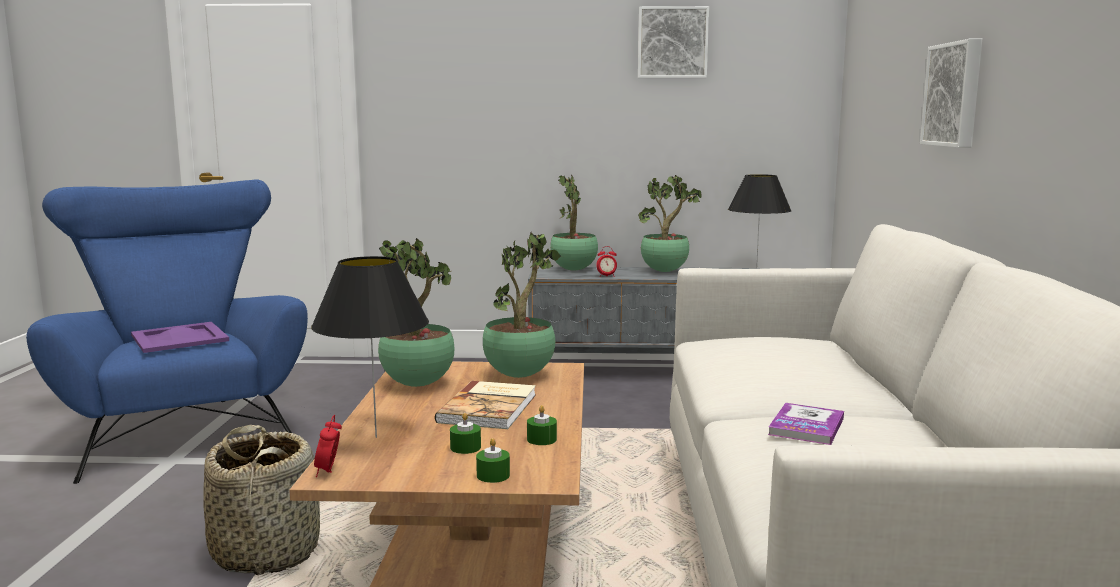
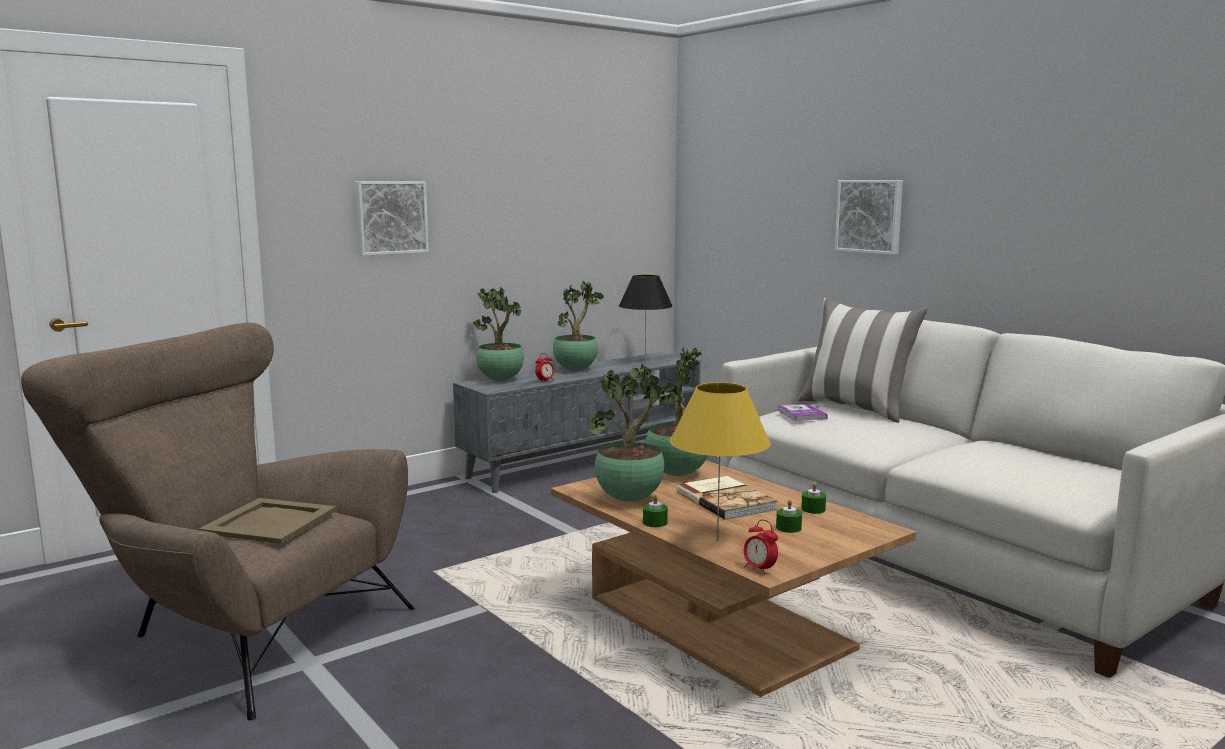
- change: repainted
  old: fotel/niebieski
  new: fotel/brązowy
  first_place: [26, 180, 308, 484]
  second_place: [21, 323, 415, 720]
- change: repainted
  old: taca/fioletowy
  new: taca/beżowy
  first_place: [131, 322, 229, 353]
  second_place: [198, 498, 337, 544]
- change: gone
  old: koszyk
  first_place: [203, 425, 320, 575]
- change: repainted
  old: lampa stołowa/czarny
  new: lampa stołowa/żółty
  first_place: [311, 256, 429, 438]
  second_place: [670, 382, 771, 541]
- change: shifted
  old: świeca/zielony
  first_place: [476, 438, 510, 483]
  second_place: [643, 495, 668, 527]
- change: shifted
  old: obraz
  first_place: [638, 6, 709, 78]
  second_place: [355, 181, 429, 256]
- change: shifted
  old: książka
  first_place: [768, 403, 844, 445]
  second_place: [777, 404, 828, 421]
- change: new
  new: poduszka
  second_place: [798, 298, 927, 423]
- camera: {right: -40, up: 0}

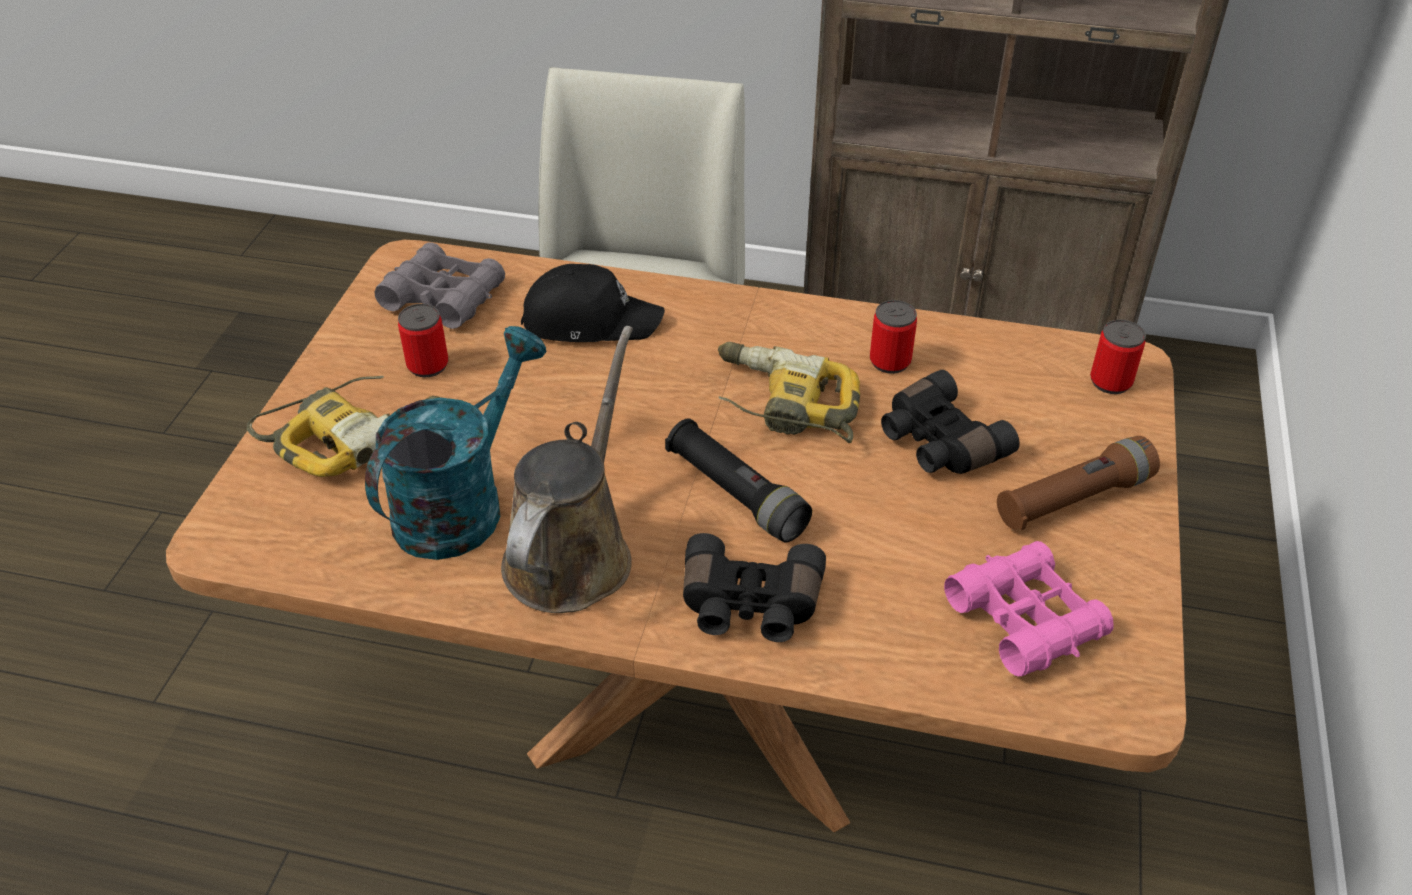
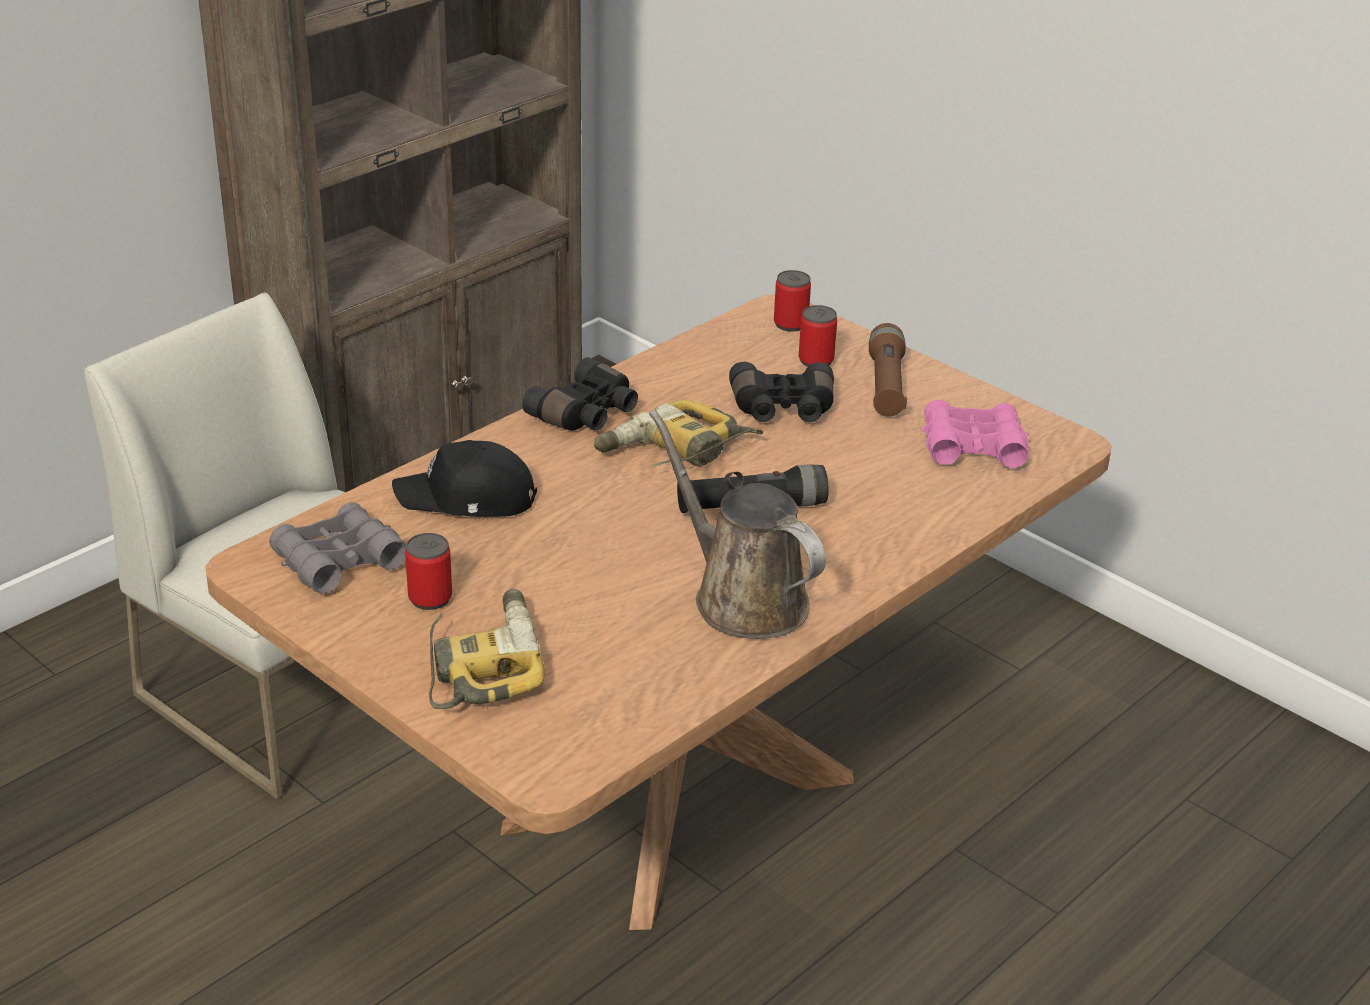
- change: gone
  old: konewka/turkusowy
  first_place: [365, 326, 547, 560]
- change: rotated
  old: czapka z daszkiem/czarny
  first_place: [521, 264, 665, 342]
  second_place: [392, 440, 537, 517]
  degrees: -120
- change: shifted
  old: lornetka/czarny
  first_place: [683, 533, 826, 642]
  second_place: [522, 357, 638, 431]
- change: shifted
  old: puszka
  first_place: [870, 300, 917, 374]
  second_place: [799, 305, 837, 367]
- camera: {right: -60, up: -10}

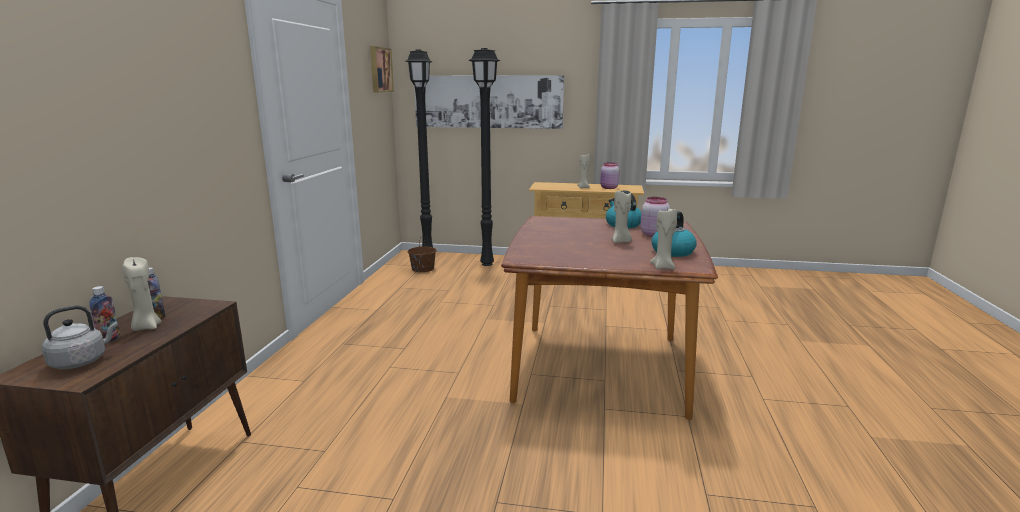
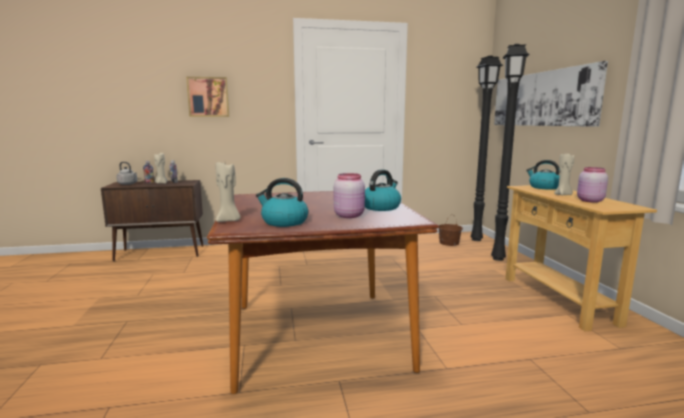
- change: shifted
  old: obraz
  first_place: [370, 46, 394, 92]
  second_place: [186, 77, 229, 117]
- change: gone
  old: świeca/beżowy
  first_place: [612, 189, 632, 243]
- change: new
  new: czajnik
  second_place: [526, 160, 560, 190]
- camera: {right: 70, up: -5}

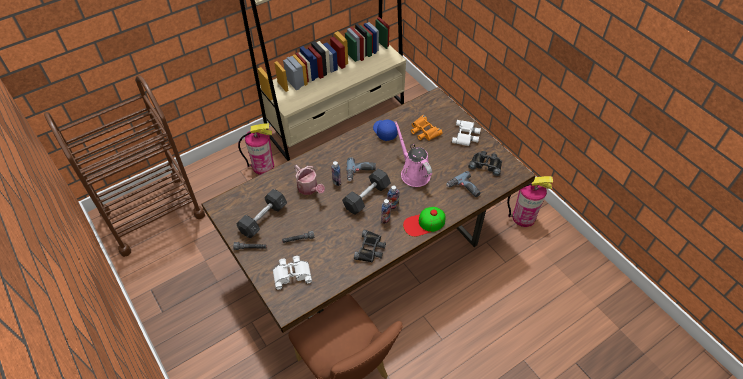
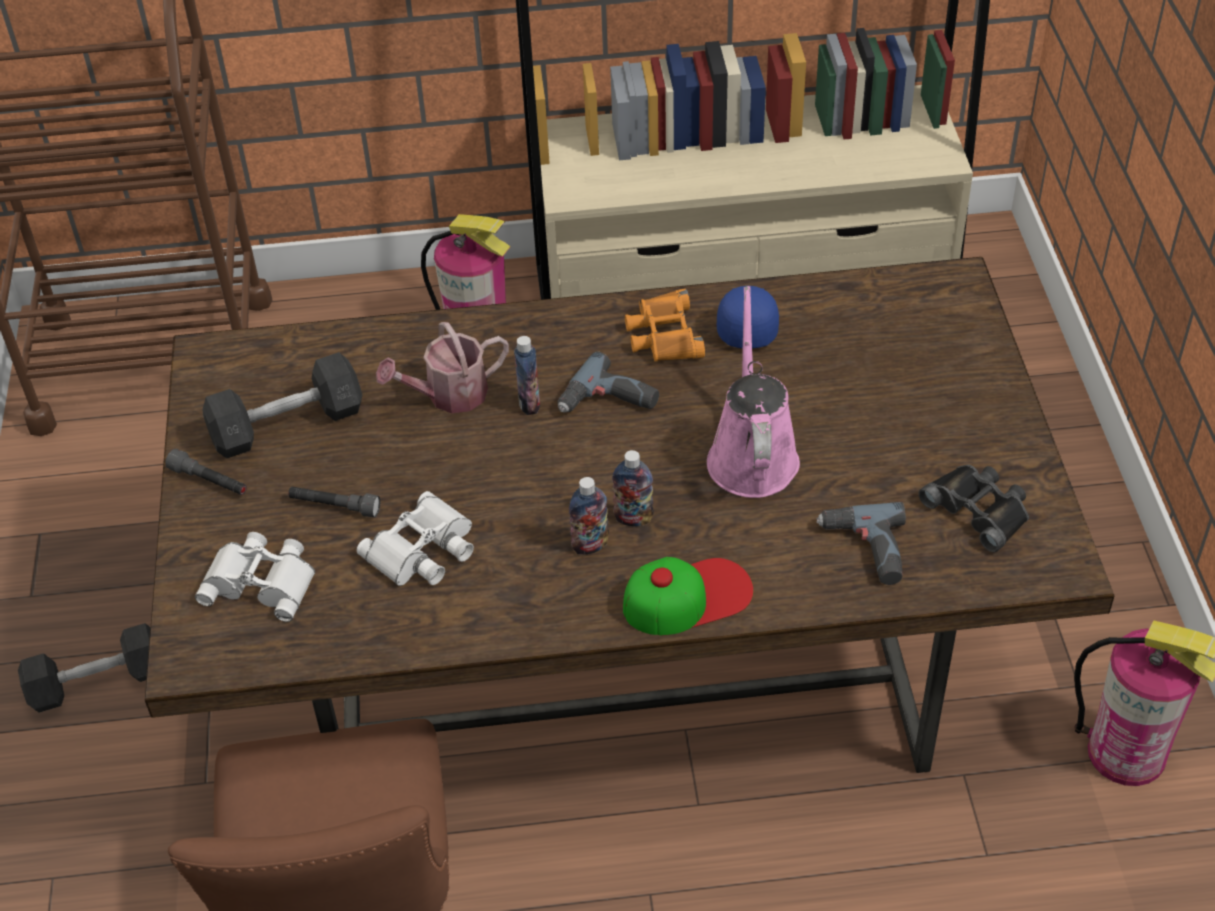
- change: rotated
  old: konewka
  first_place: [294, 165, 325, 195]
  second_place: [376, 322, 509, 413]
  degrees: 75
- change: shifted
  old: hantel/szary
  first_place: [342, 168, 391, 214]
  second_place: [18, 623, 150, 713]
- change: gone
  old: lornetka/czarny
  first_place: [354, 229, 386, 263]
- change: rotated
  old: czapka z daszkiem
  first_place: [403, 207, 445, 237]
  second_place: [623, 557, 754, 635]
  degrees: 150
- change: shifted
  old: lornetka/pomarańczowy
  first_place: [411, 115, 443, 141]
  second_place: [625, 289, 705, 361]
- change: shifted
  old: lornetka/biały
  first_place: [452, 120, 481, 146]
  second_place: [356, 491, 474, 586]
- camera: {right: 30, up: -5}

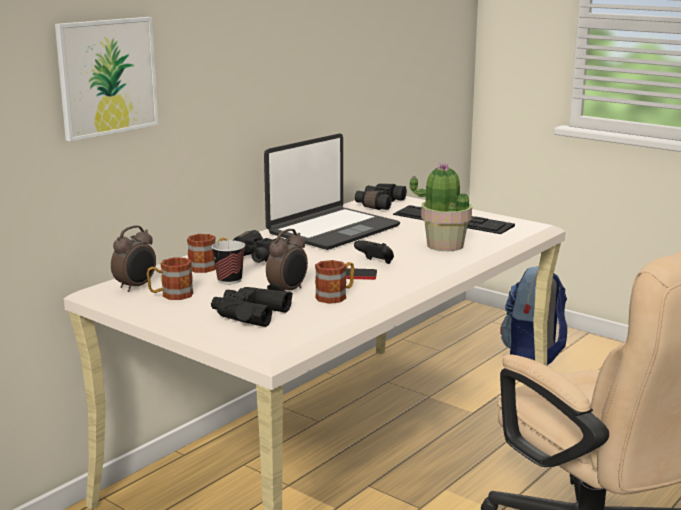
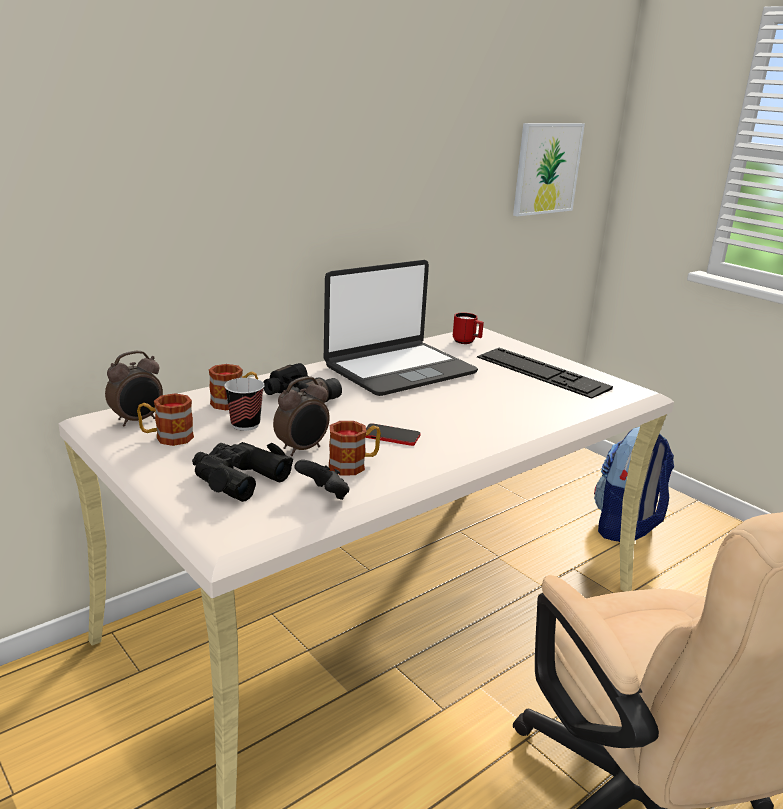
- change: shifted
  old: obraz
  first_place: [55, 17, 159, 141]
  second_place: [513, 123, 585, 216]
- change: shifted
  old: pad do gier/czarny
  first_place: [354, 240, 394, 264]
  second_place: [295, 460, 350, 500]
- change: swapped
  old: lornetka/czarny
  new: kubek/czerwony
  first_place: [355, 183, 407, 210]
  second_place: [453, 312, 484, 344]
- change: gone
  old: roślina doniczkowa
  first_place: [410, 163, 472, 251]
- camera: {right: 10, up: 5}

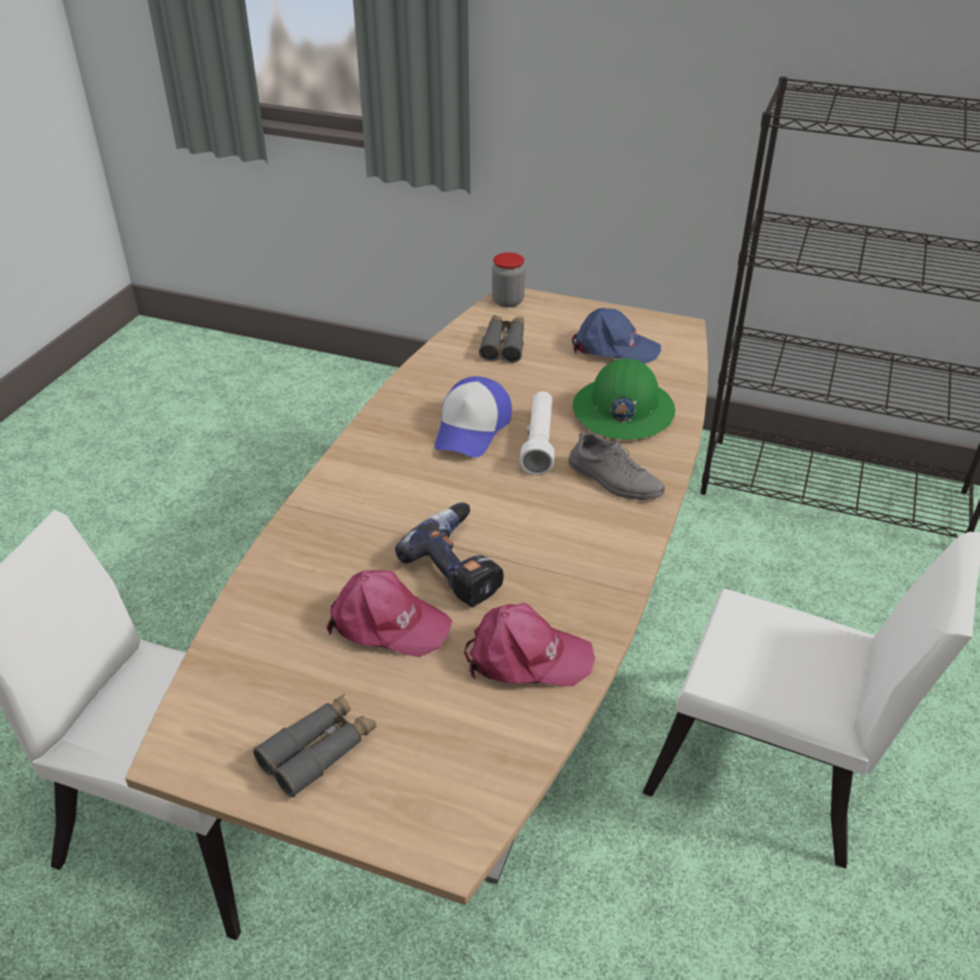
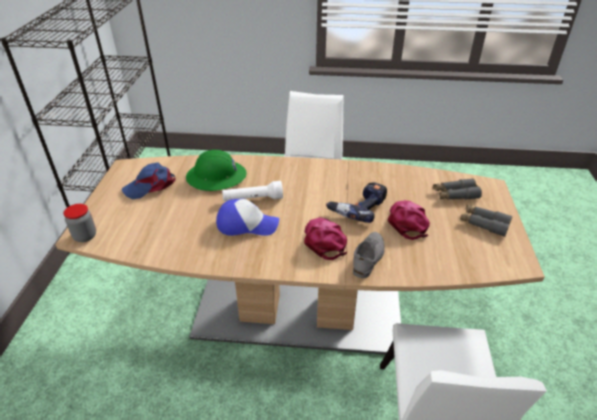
- change: shifted
  old: czapka z daszkiem/różowy
  first_place: [464, 603, 595, 686]
  second_place: [304, 217, 347, 260]
- change: shifted
  old: lornetka/szary
  first_place: [479, 315, 524, 363]
  second_place: [433, 178, 482, 200]
- change: shifted
  old: but/szary
  first_place: [568, 430, 665, 500]
  second_place: [353, 232, 385, 278]
- change: rotated
  old: czapka z daszkiem/niebieski
  first_place: [572, 308, 661, 364]
  second_place: [122, 163, 176, 199]
  degrees: -120
- camera: {right: -105, up: 0}

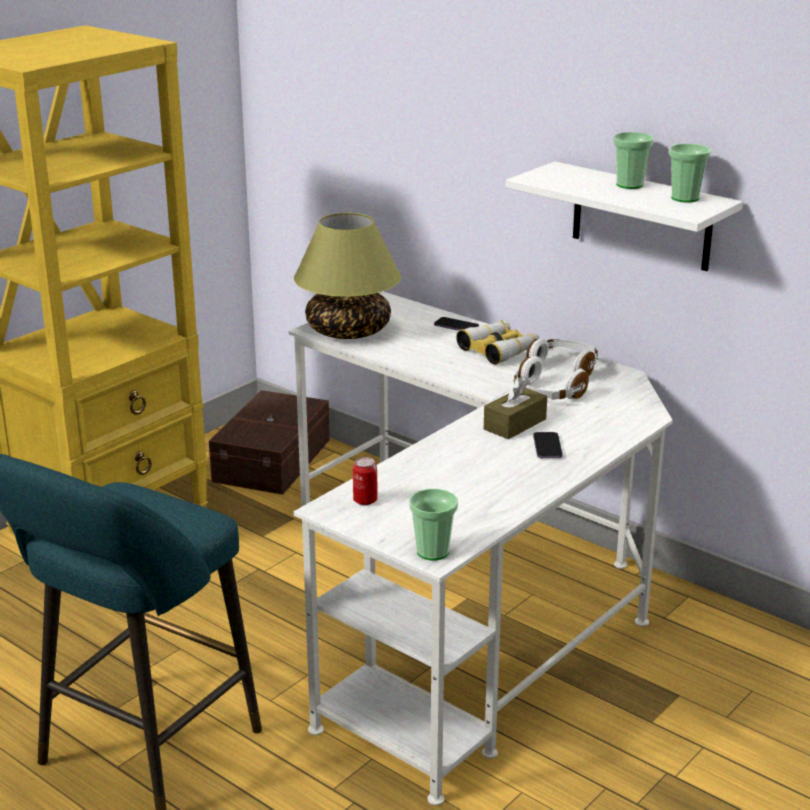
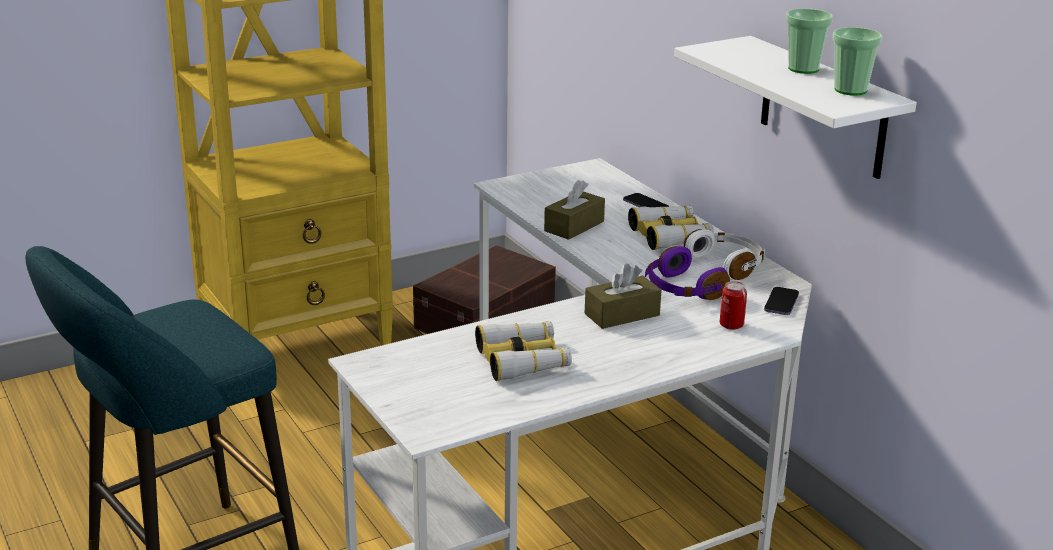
- change: gone
  old: lampa stołowa
  first_place: [294, 213, 401, 339]
- change: shifted
  old: puszka
  first_place: [353, 457, 378, 505]
  second_place: [720, 281, 747, 330]
- change: gone
  old: filiżanka
  first_place: [409, 489, 458, 561]
- change: repainted
  old: słuchawki/biały
  new: słuchawki/fioletowy
  first_place: [514, 356, 589, 400]
  second_place: [645, 246, 730, 300]
- change: shifted
  old: telefon
  first_place: [533, 432, 563, 459]
  second_place: [764, 287, 799, 315]
- change: new
  new: lornetka
  second_place: [475, 321, 572, 381]
- change: new
  new: pudełko chusteczek/brązowy
  second_place: [544, 180, 605, 240]
- camera: {right: 20, up: 0}

